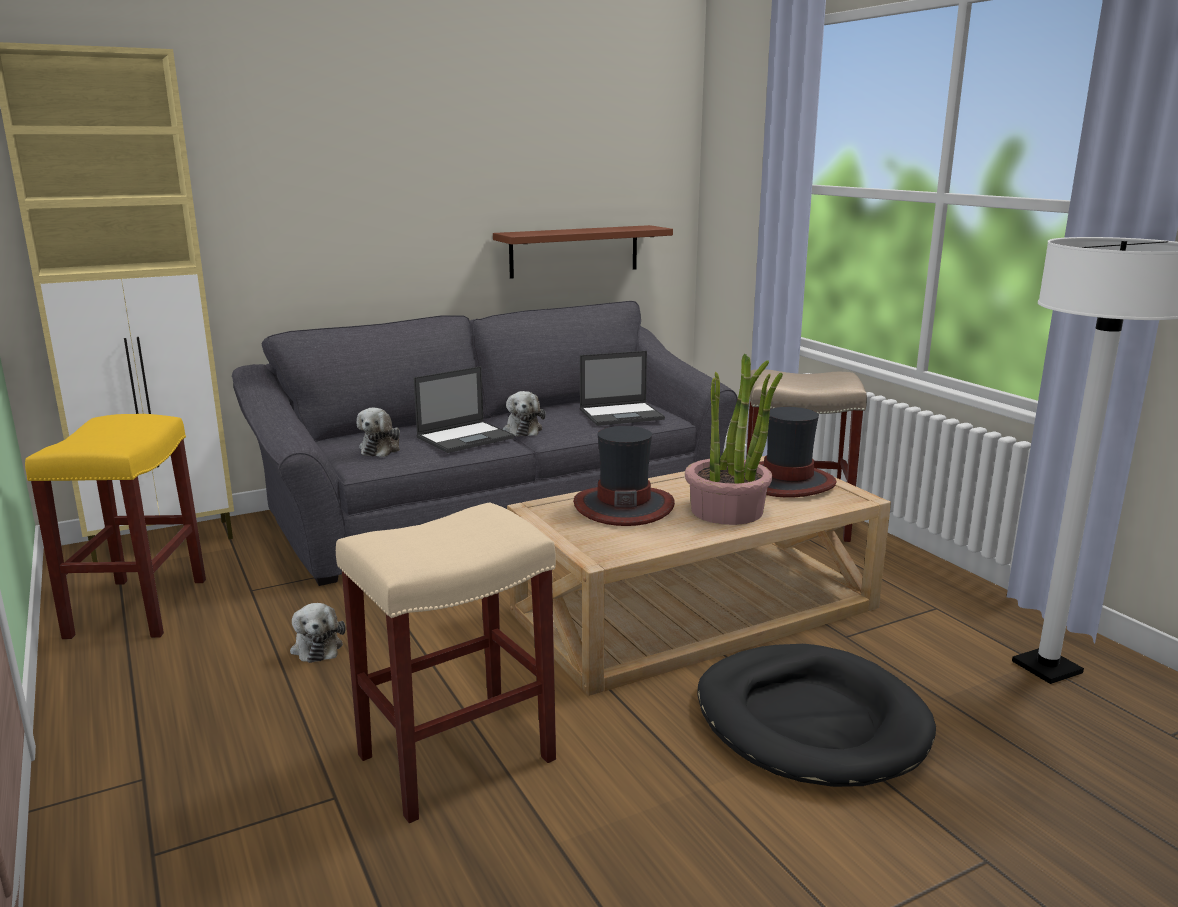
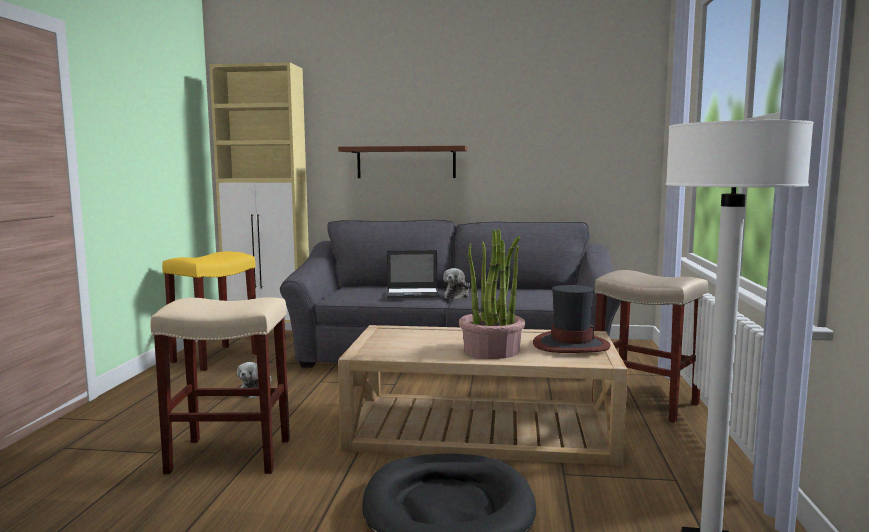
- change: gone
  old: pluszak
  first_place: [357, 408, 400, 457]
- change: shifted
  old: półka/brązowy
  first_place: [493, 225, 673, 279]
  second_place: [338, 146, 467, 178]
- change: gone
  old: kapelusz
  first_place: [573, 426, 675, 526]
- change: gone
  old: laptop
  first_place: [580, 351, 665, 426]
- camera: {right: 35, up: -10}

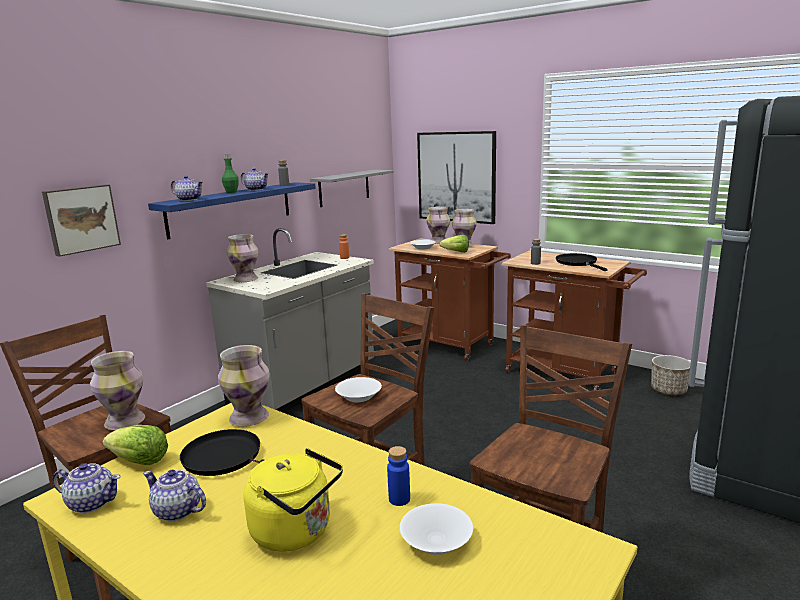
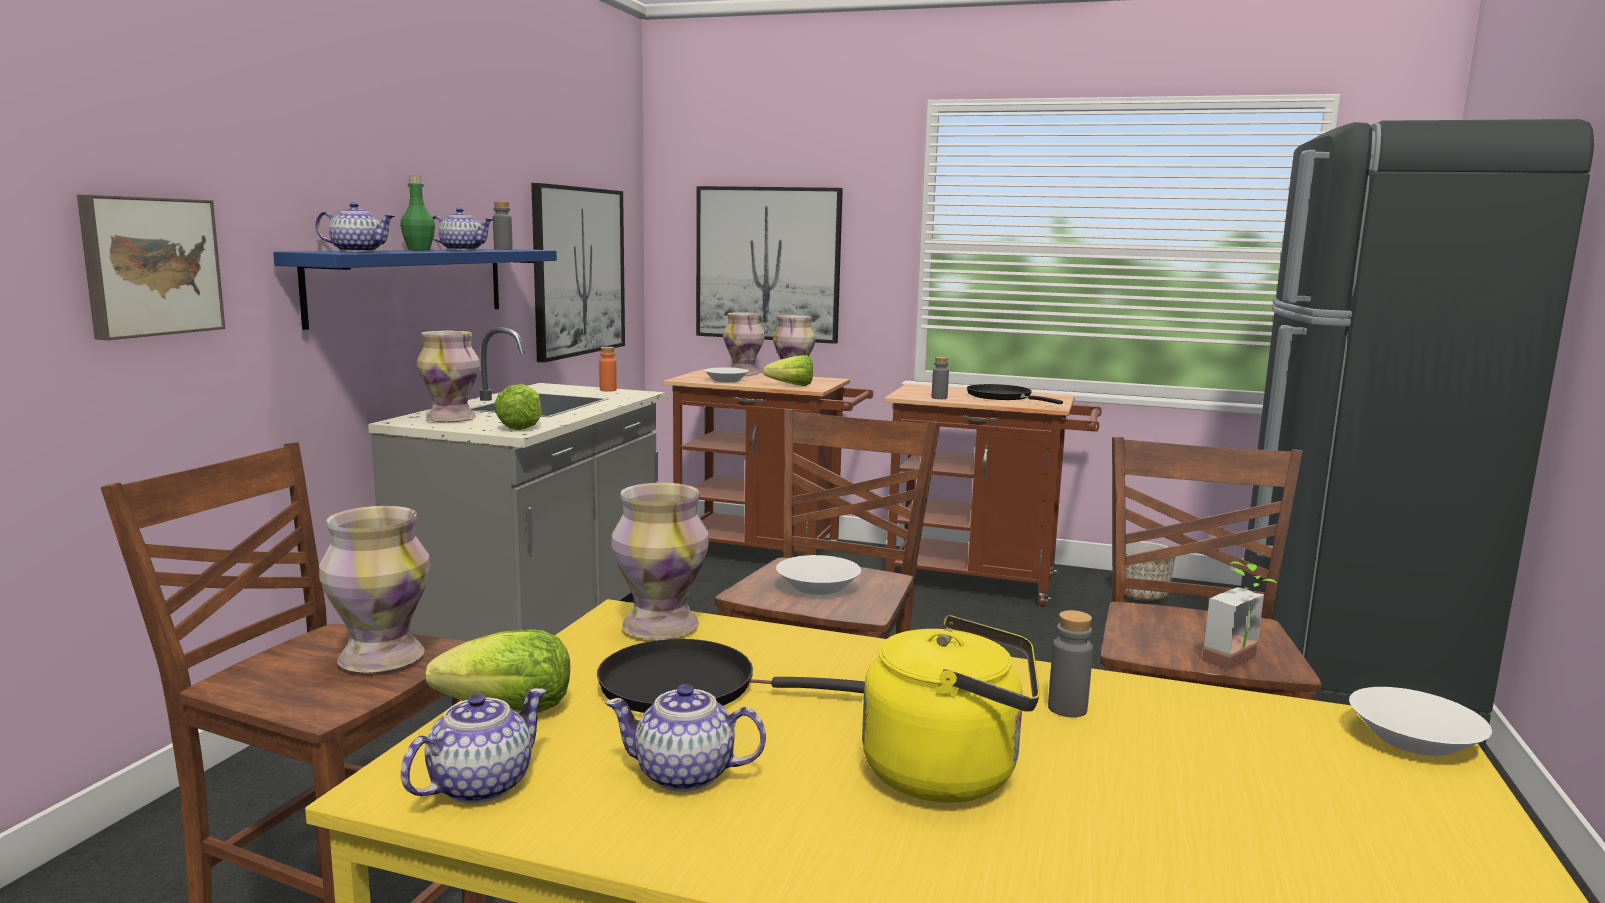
- change: rotated
  old: imbryk
  first_place: [52, 463, 121, 513]
  second_place: [401, 688, 546, 803]
  degrees: -45
- change: swapped
  old: półka/szary
  new: obraz
  first_place: [310, 170, 394, 207]
  second_place: [531, 183, 625, 363]
- change: repainted
  old: butelka/niebieski
  new: butelka/szary
  first_place: [387, 446, 410, 506]
  second_place: [1048, 610, 1093, 717]
- change: shifted
  old: miska/biały
  first_place: [400, 503, 473, 555]
  second_place: [1349, 687, 1492, 756]
- change: new
  new: sałata
  second_place: [494, 384, 542, 430]
- change: new
  new: roślina doniczkowa
  second_place: [1202, 561, 1277, 670]
- camera: {right: -20, up: -5}

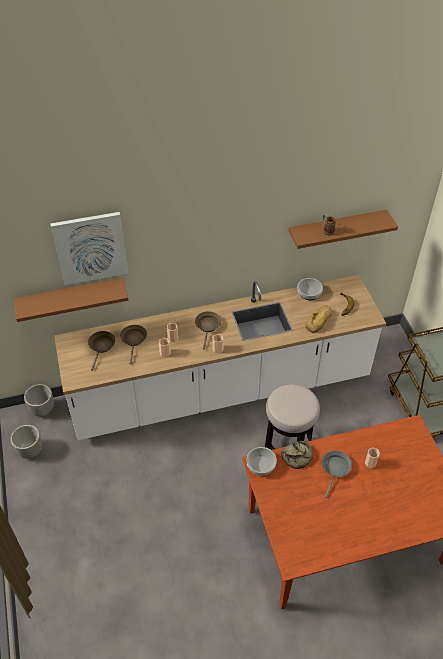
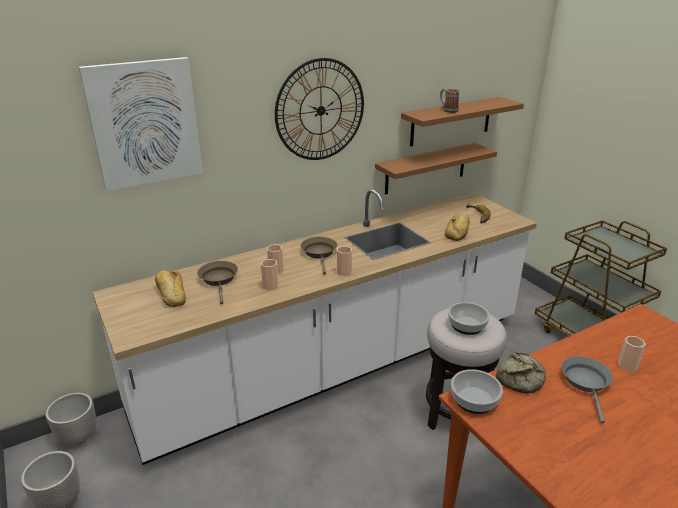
- change: shifted
  old: półka/brązowy
  first_place: [14, 278, 128, 322]
  second_place: [375, 143, 497, 195]
- change: swapped
  old: patelnia/brązowy
  new: chleb
  first_place: [88, 331, 115, 371]
  second_place: [155, 270, 186, 307]
- change: shifted
  old: miska
  first_place: [297, 278, 323, 300]
  second_place: [448, 302, 490, 335]
- change: new
  new: zegar ścienny
  second_place: [275, 58, 364, 160]
- camera: {right: -15, up: -20}

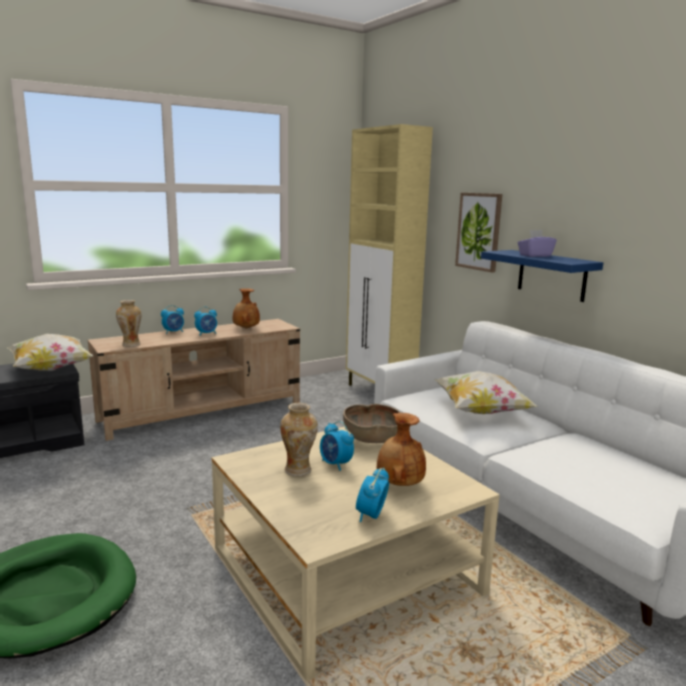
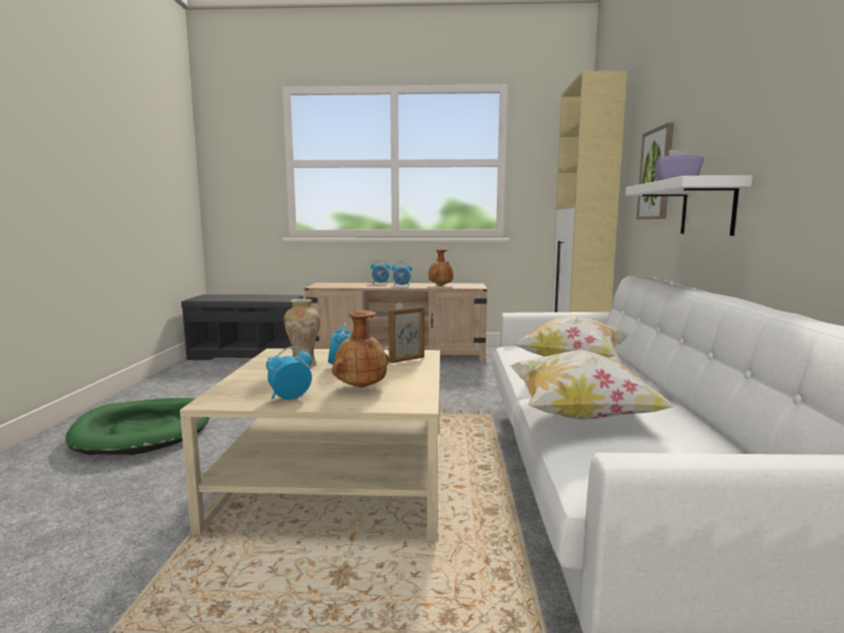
- change: shifted
  old: poduszka
  first_place: [8, 334, 94, 371]
  second_place: [509, 350, 677, 420]
- change: gone
  old: wazon
  first_place: [116, 300, 141, 347]
- change: swapped
  old: miska/brązowy
  new: ramka na zdjęcie
  first_place: [343, 404, 401, 443]
  second_place: [388, 306, 424, 363]
- change: repainted
  old: półka/niebieski
  new: półka/biały
  first_place: [481, 250, 603, 302]
  second_place: [625, 175, 753, 236]
- camera: {right: 35, up: -5}

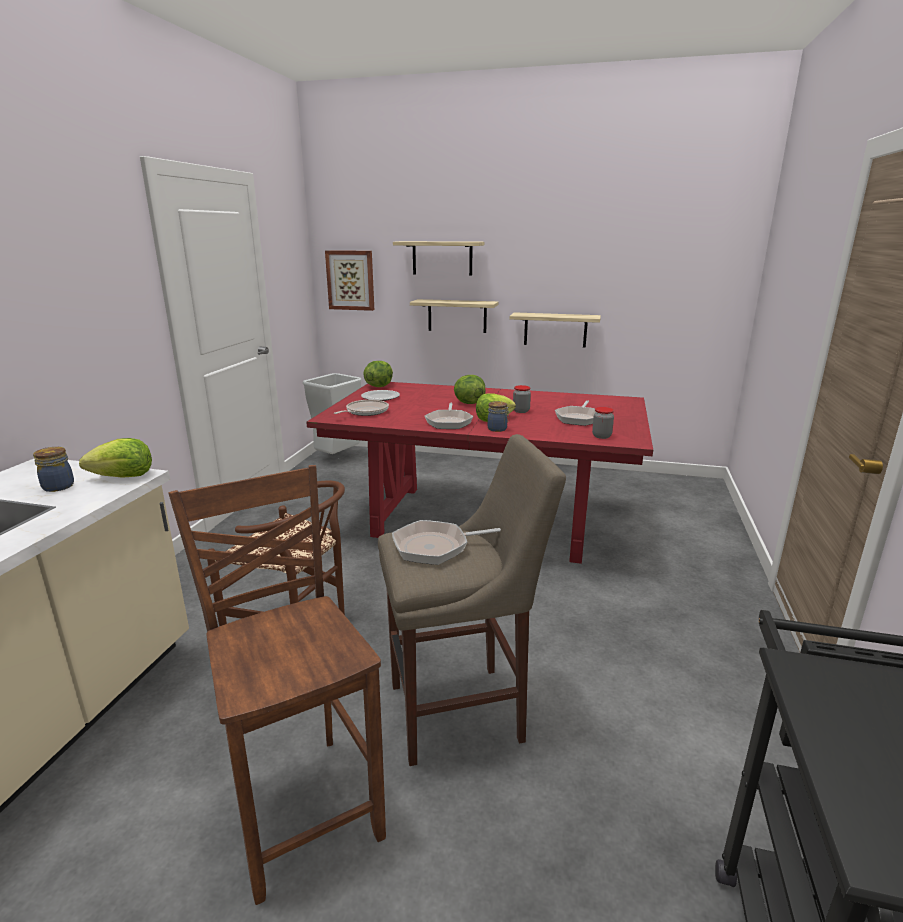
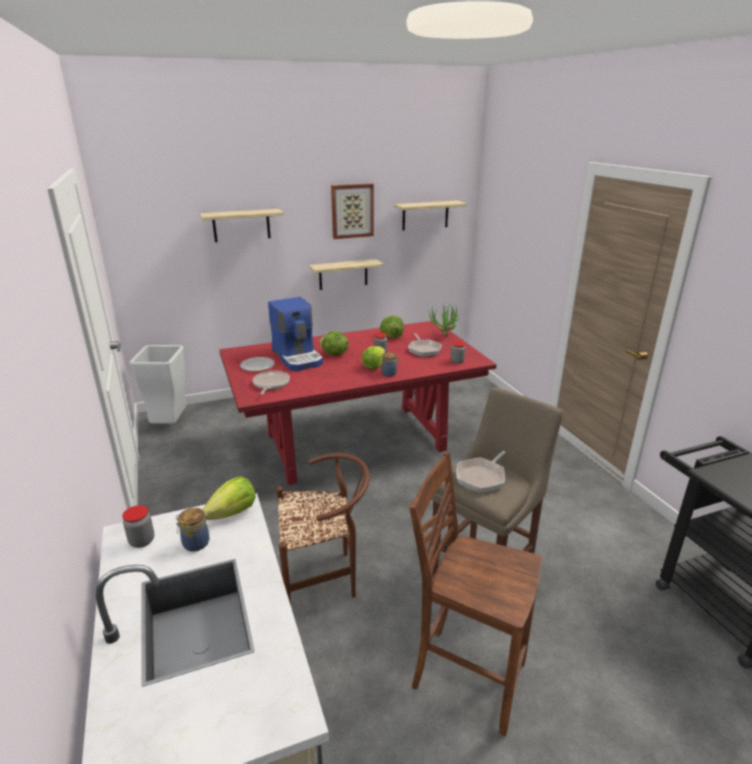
- change: shifted
  old: obraz
  first_place: [325, 250, 374, 311]
  second_place: [331, 184, 374, 239]
- change: shifted
  old: sałata
  first_place: [363, 361, 393, 387]
  second_place: [380, 316, 404, 338]
- change: shifted
  old: półka
  first_place: [410, 299, 499, 333]
  second_place: [394, 200, 467, 230]
- change: gone
  old: patelnia
  first_place: [425, 403, 473, 429]
- change: new
  new: słoik
  second_place: [122, 505, 154, 548]
- change: new
  new: ekspres do kawy
  second_place: [268, 297, 323, 371]
- change: new
  new: roślina doniczkowa
  second_place: [428, 303, 460, 336]
- camera: {right: -35, up: 5}

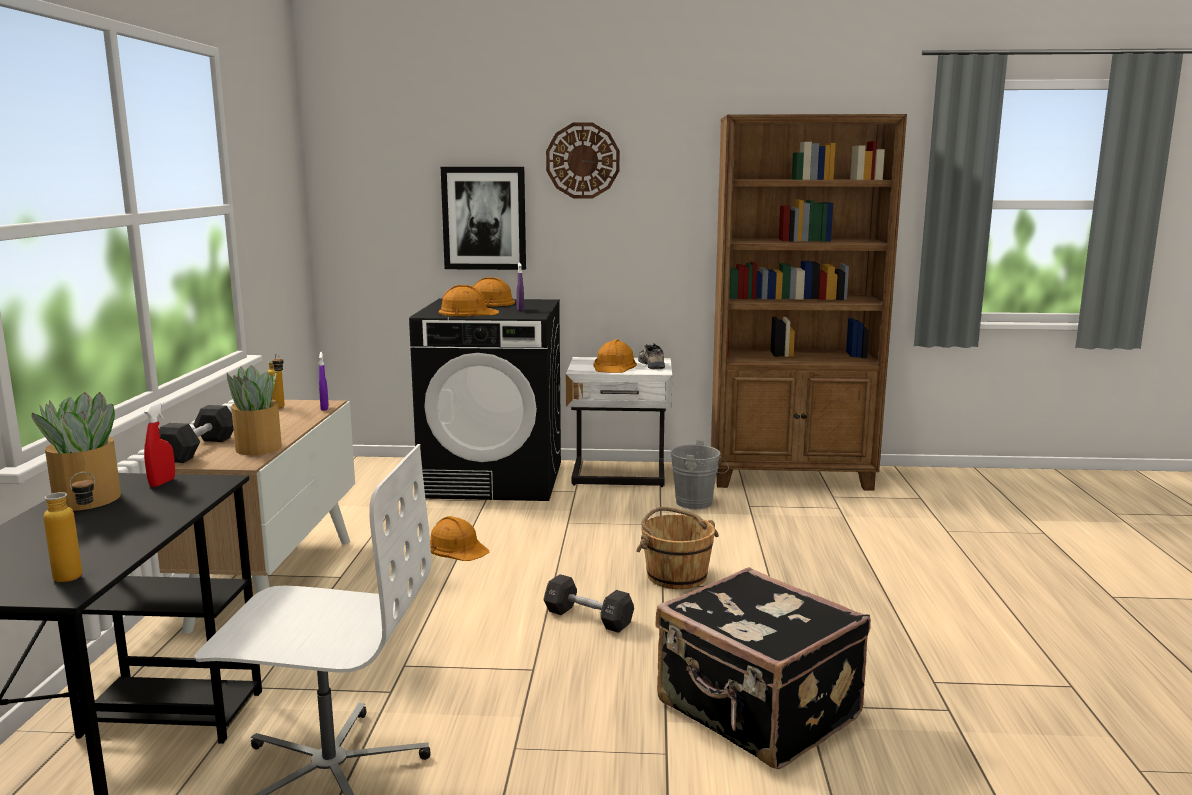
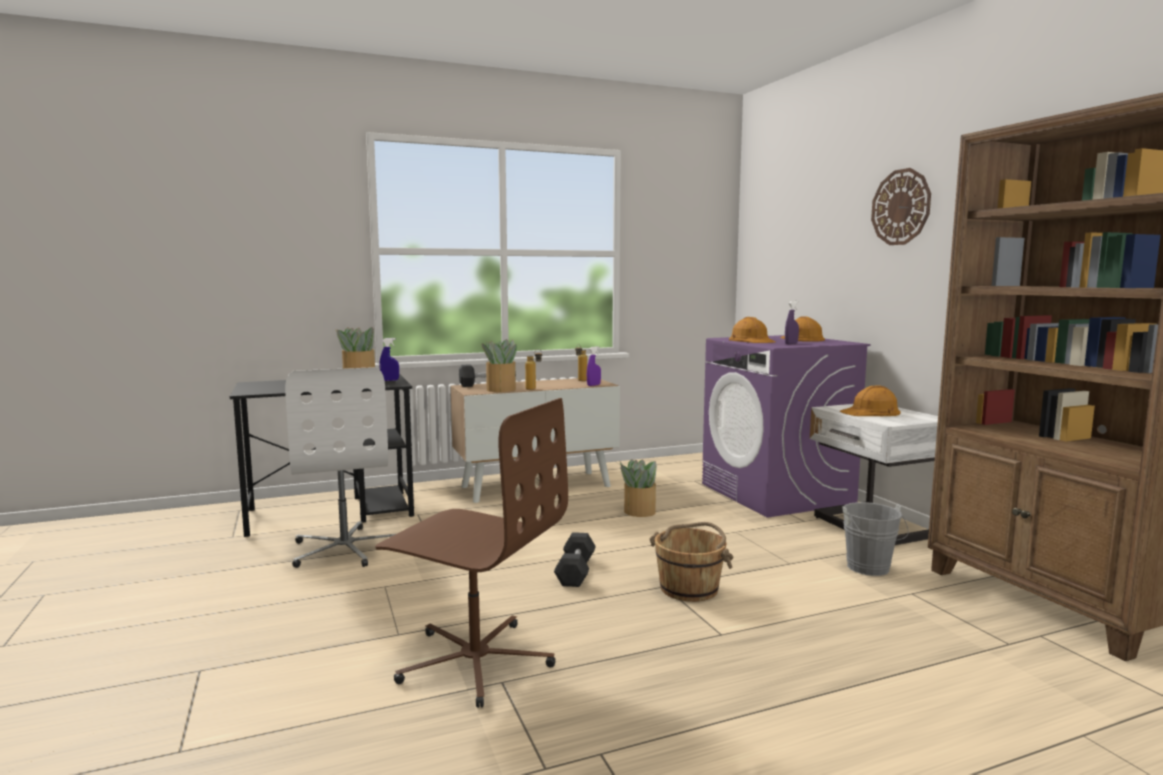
- change: shifted
  old: butelka
  first_place: [43, 472, 95, 582]
  second_place: [525, 349, 542, 390]
- change: repainted
  old: spryskiwacz/czerwony
  new: spryskiwacz/niebieski
  first_place: [144, 402, 175, 487]
  second_place: [380, 338, 399, 381]
- change: repainted
  old: pralka/czarny
  new: pralka/fioletowy
  first_place: [409, 299, 561, 501]
  second_place: [702, 335, 871, 518]
- change: swapped
  old: kask/pomarańczowy
  new: roślina doniczkowa
  first_place: [430, 516, 489, 561]
  second_place: [620, 459, 657, 517]
- change: gone
  old: obraz
  first_place: [441, 167, 526, 270]
- change: gone
  old: but
  first_place: [638, 343, 665, 369]
- change: swapped
  old: walizka/czarny
  new: krzesło biurowe/brązowy
  first_place: [655, 567, 871, 769]
  second_place: [375, 398, 568, 708]
- camera: {right: 65, up: -5}

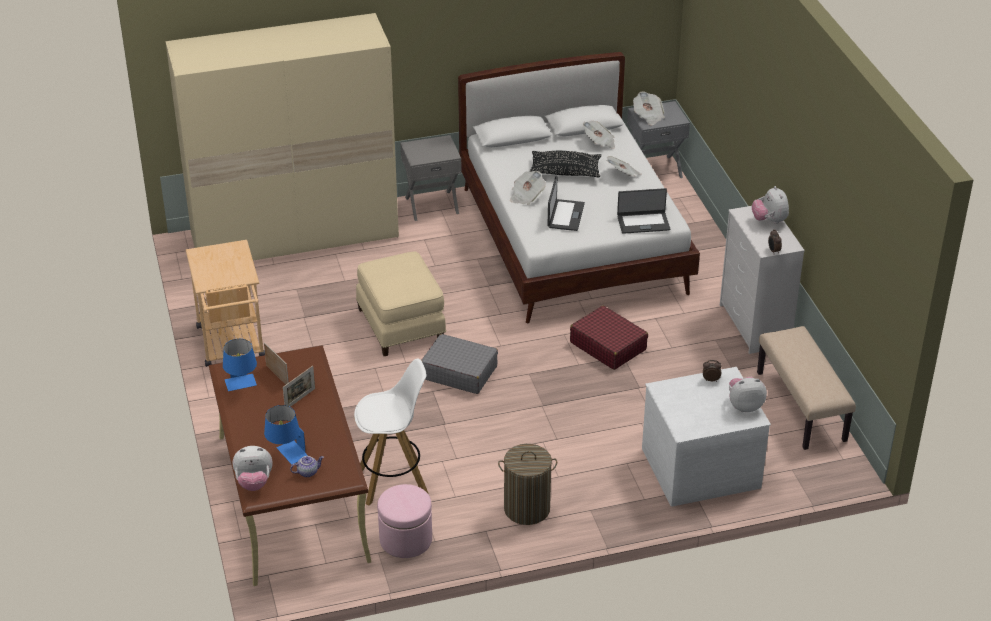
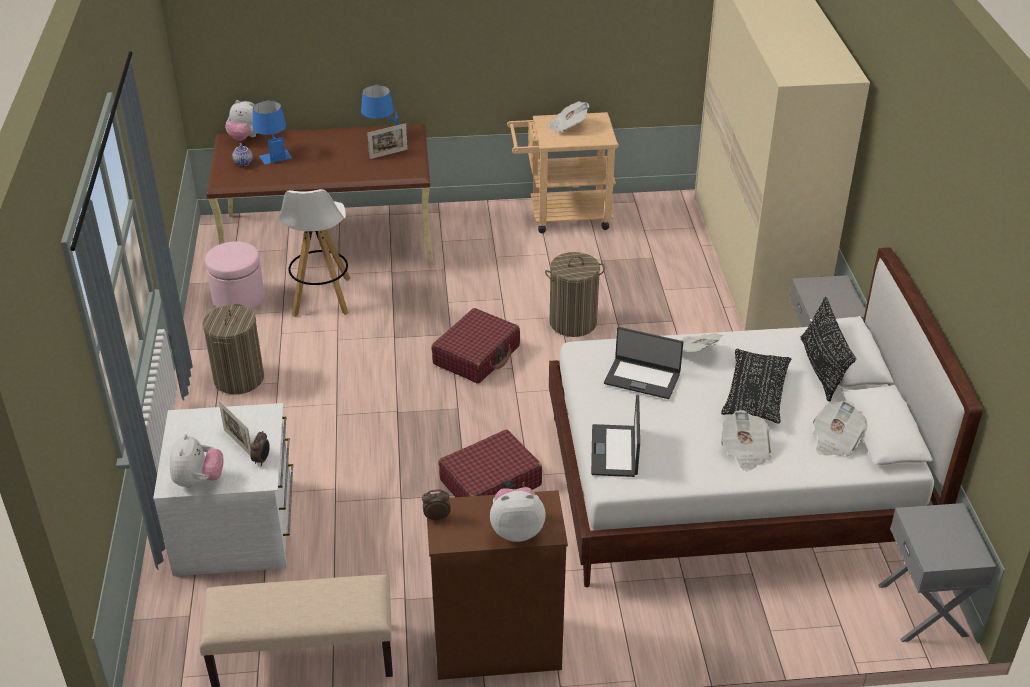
- change: rotated
  old: pluszak
  first_place: [233, 446, 273, 491]
  second_place: [225, 100, 257, 141]
  degrees: -75
- change: shifted
  old: ramka na zdjęcie
  first_place: [283, 366, 315, 407]
  second_place: [219, 401, 251, 455]
- change: swapped
  old: pufa/beżowy
  new: kosz na pranie
  first_place: [356, 252, 446, 356]
  second_place: [545, 252, 605, 337]
- change: repainted
  old: walizka/szary
  new: walizka/czerwony
  first_place: [421, 334, 498, 394]
  second_place: [432, 308, 520, 384]
- change: shifted
  old: gazeta
  first_place: [633, 91, 665, 126]
  second_place: [547, 101, 590, 133]
- change: repainted
  old: komoda/biały
  new: komoda/brązowy
  first_place: [720, 206, 805, 354]
  second_place: [427, 490, 568, 680]
- change: new
  new: poduszka/czarny
  second_place: [800, 297, 856, 401]
- camera: {right: 100, up: 0}

